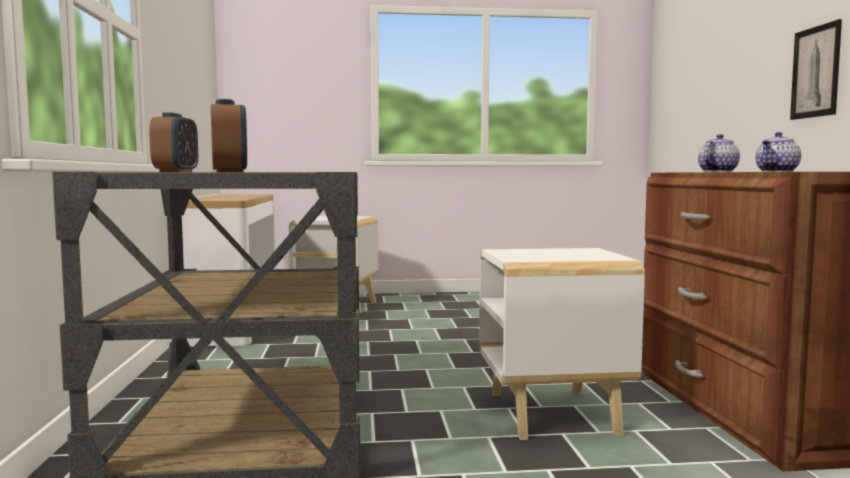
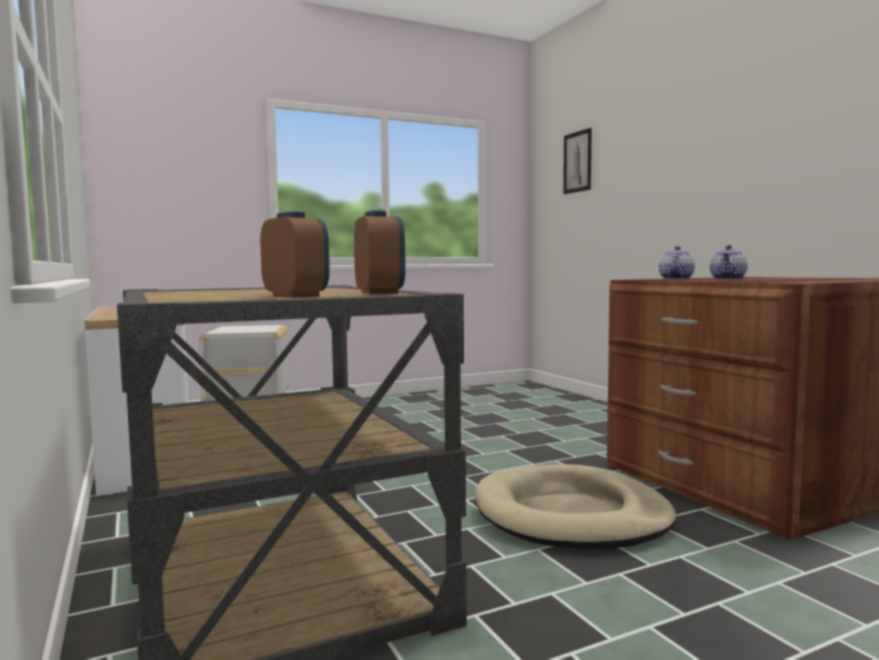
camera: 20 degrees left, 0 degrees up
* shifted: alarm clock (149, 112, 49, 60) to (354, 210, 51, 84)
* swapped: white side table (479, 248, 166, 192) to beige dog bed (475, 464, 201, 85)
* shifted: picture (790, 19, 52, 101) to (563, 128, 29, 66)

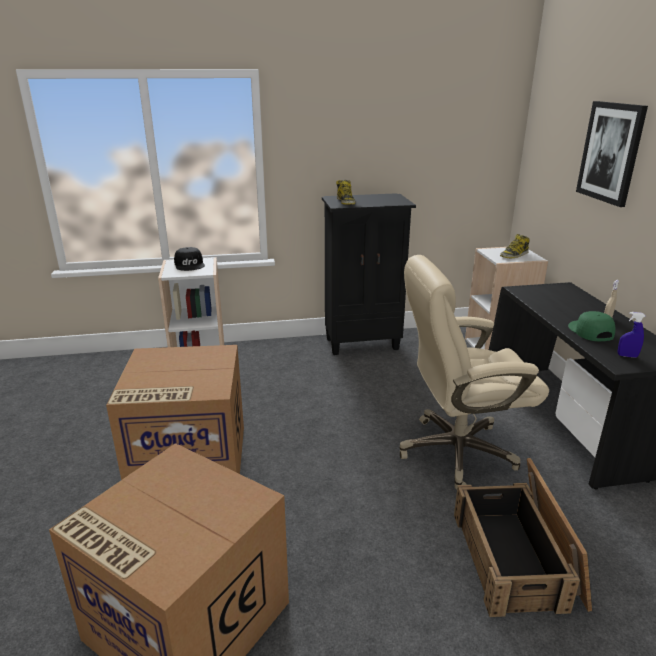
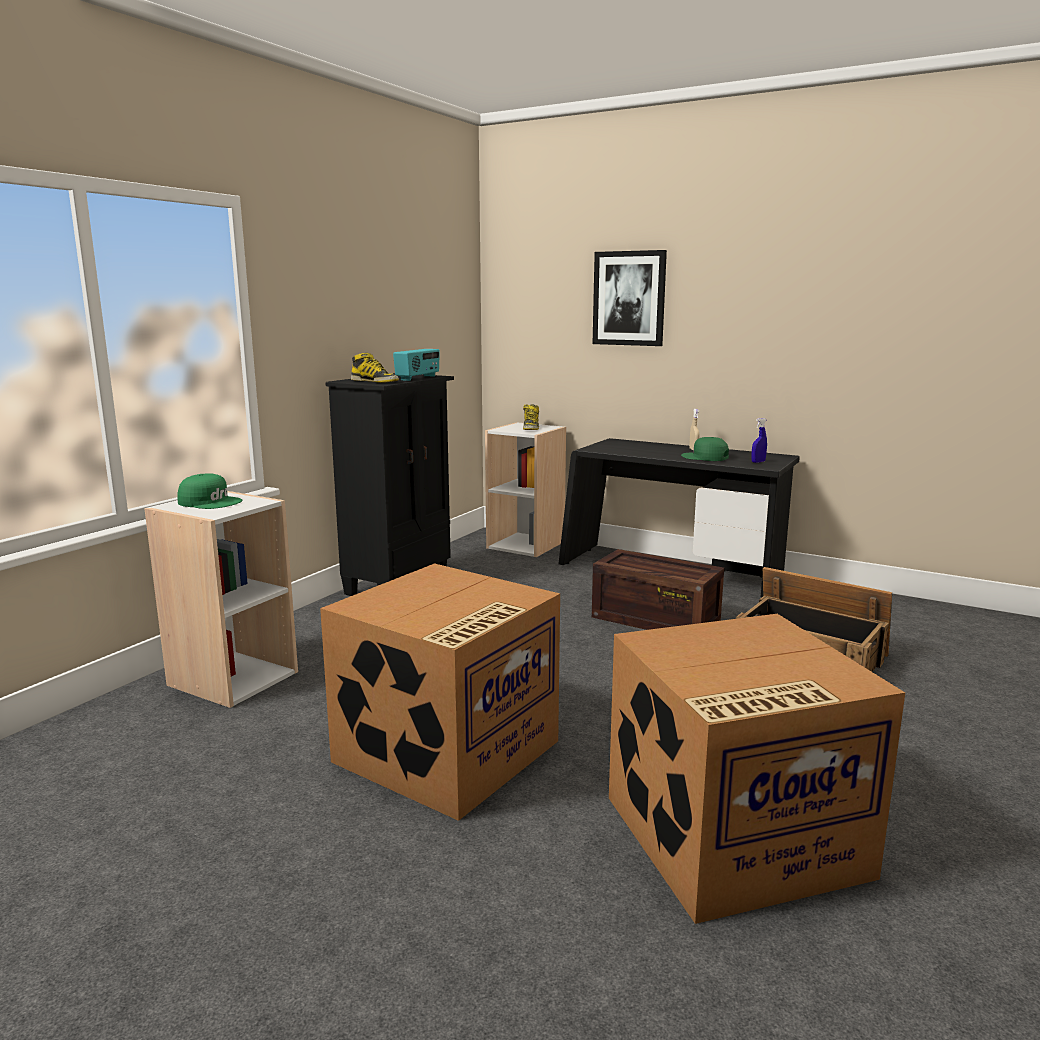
camera: 50 degrees left, 10 degrees down
* repainted: black cap (174, 247, 31, 24) to green cap (177, 473, 66, 36)
* new: radio (393, 349, 47, 32)
* swapped: beige office chair (400, 255, 149, 235) to crate (592, 549, 132, 81)

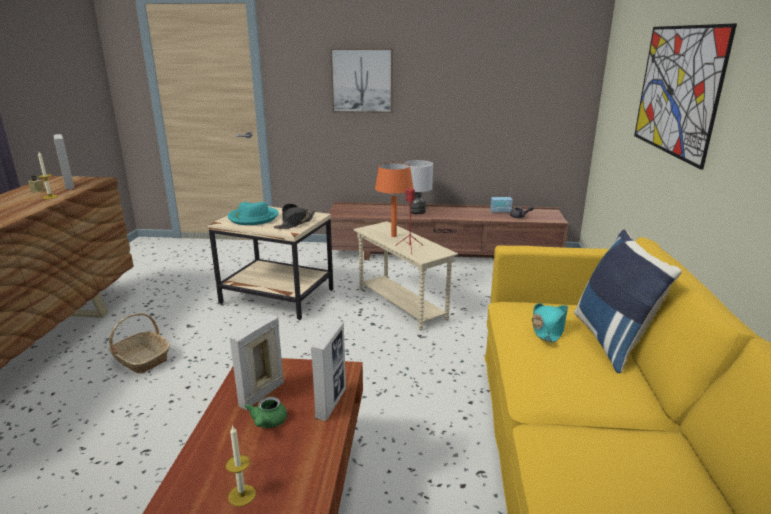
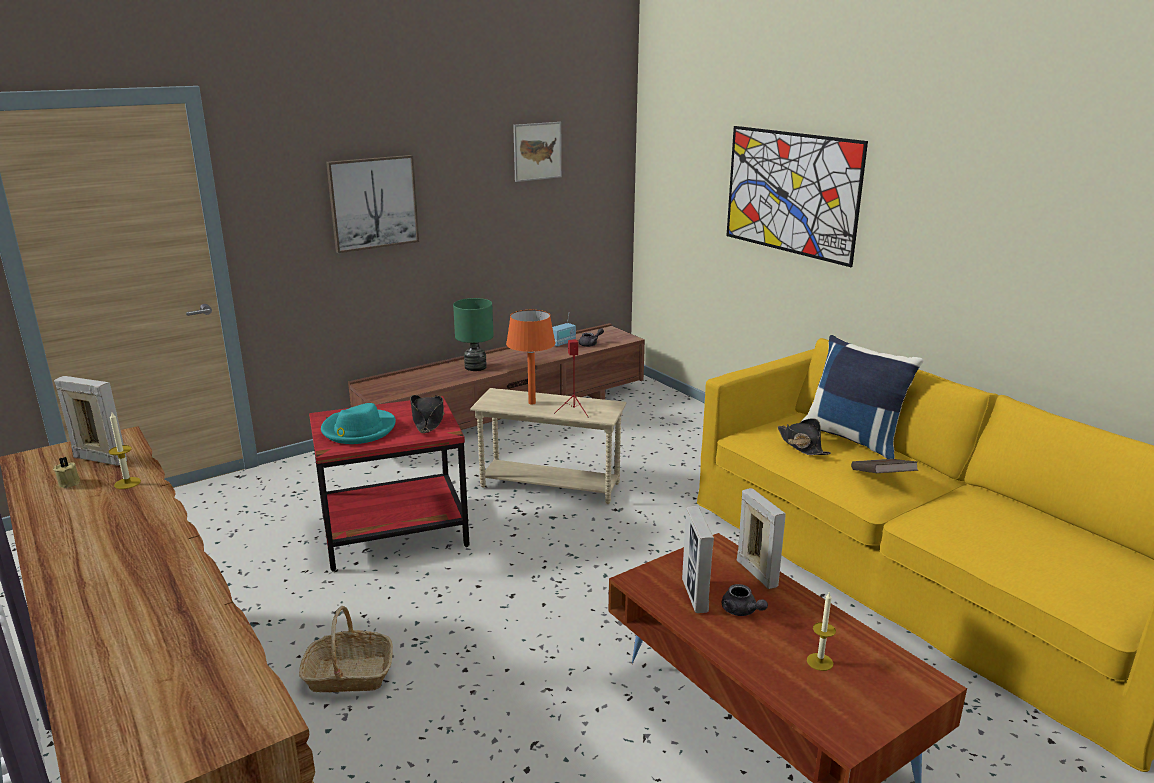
camera: 40 degrees left, 0 degrees up
* repainted: beige side table (208, 206, 125, 114) to red side table (309, 396, 161, 175)
* repainted: grey table lamp (405, 160, 28, 54) to green table lamp (453, 298, 41, 73)
* new: picture (513, 122, 49, 60)
* repainted: green teapot (244, 397, 43, 31) to grey teapot (722, 584, 46, 32)
* repainted: turquoise hat (532, 303, 36, 40) to black hat (778, 418, 53, 37)
* new: brown book (851, 459, 68, 14)

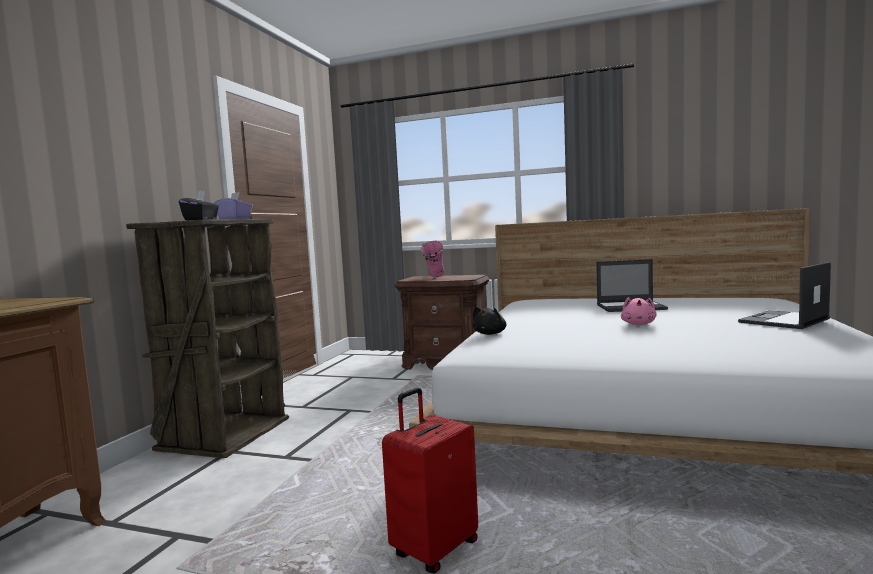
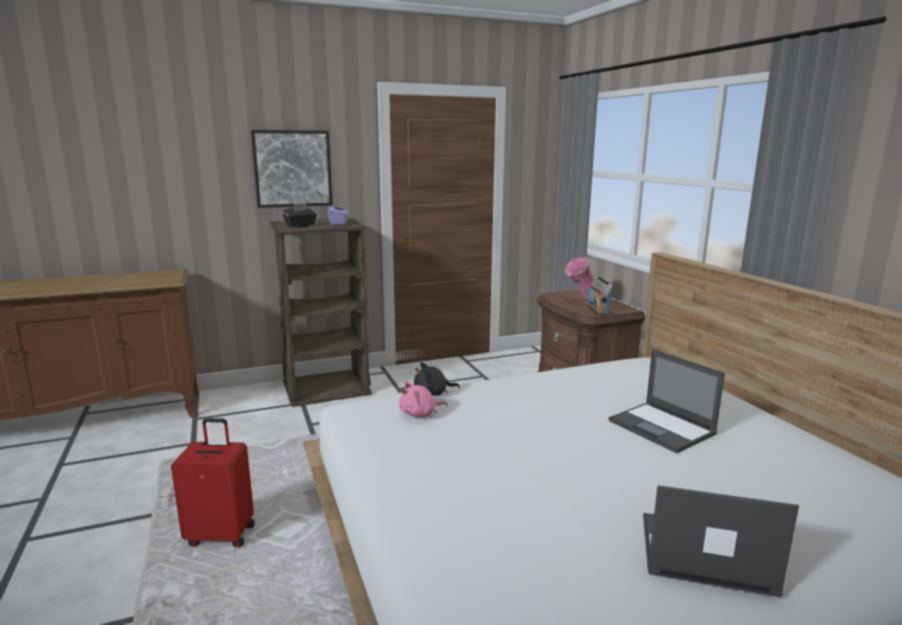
camera: 50 degrees right, 10 degrees up
* new: picture (251, 130, 82, 78)
* shifted: pink plush toy (621, 297, 36, 28) to (399, 381, 49, 36)
* new: radio (587, 276, 26, 39)

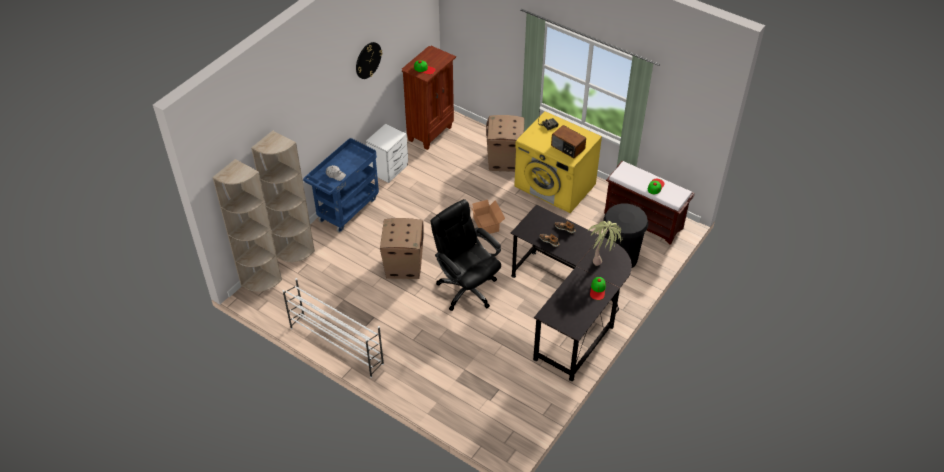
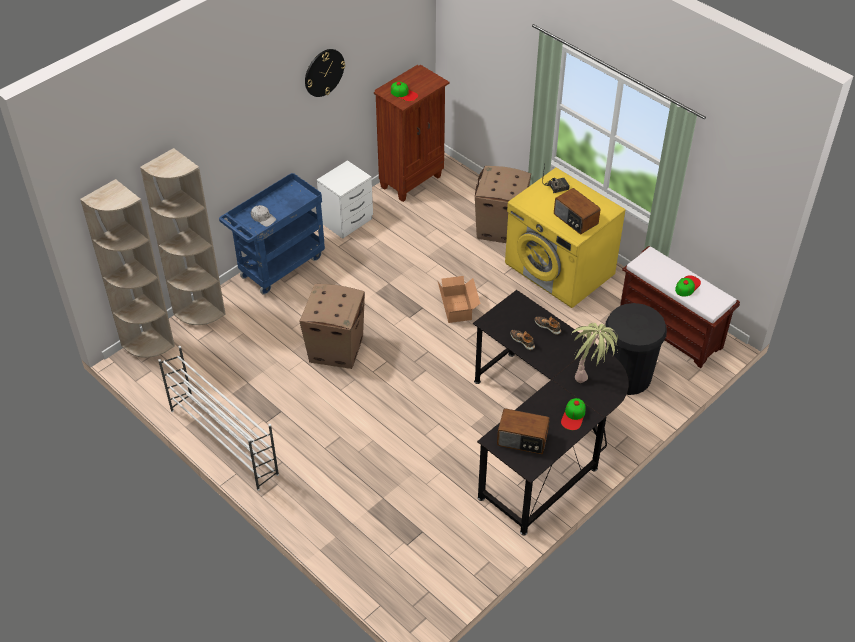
camera: 10 degrees right, 0 degrees up
* new: radio (497, 408, 53, 46)
* gone: black office chair (430, 199, 71, 112)

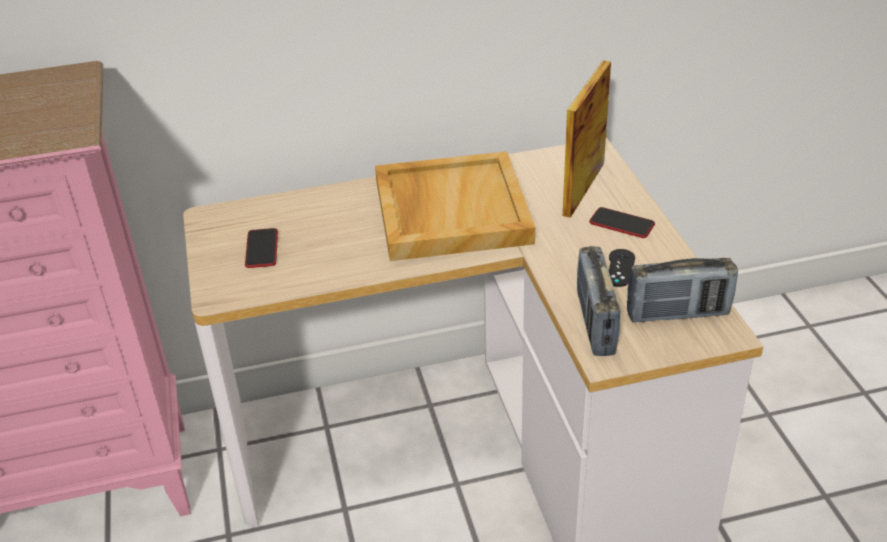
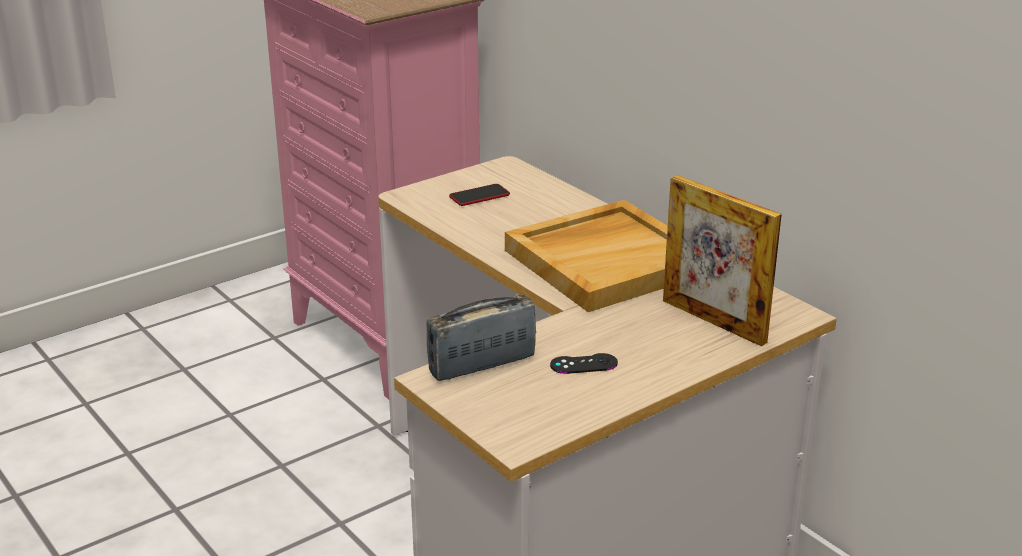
camera: 65 degrees right, 10 degrees down
* rotated: picture frame (563, 60, 48, 158) = (663, 175, 119, 171) 135 degrees counterclockwise
* gone: phone (589, 207, 66, 31)
* gone: radio (627, 258, 111, 65)

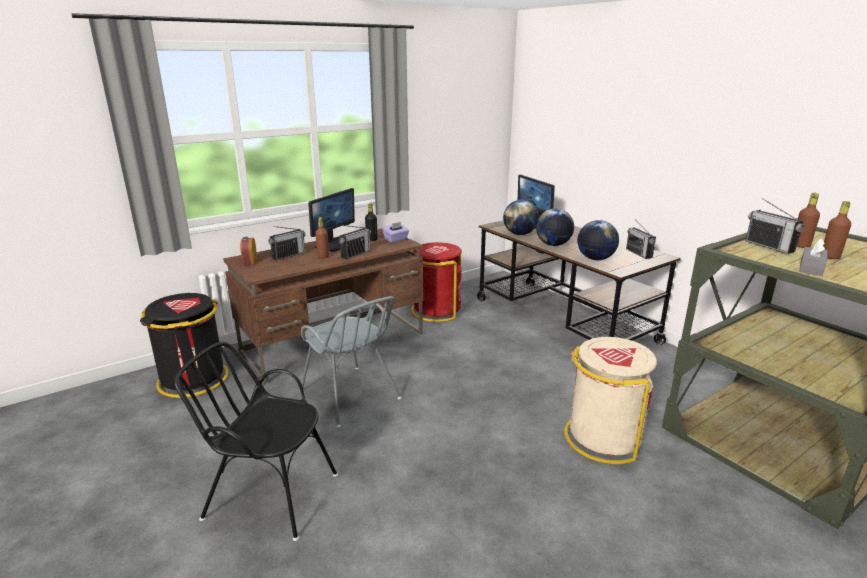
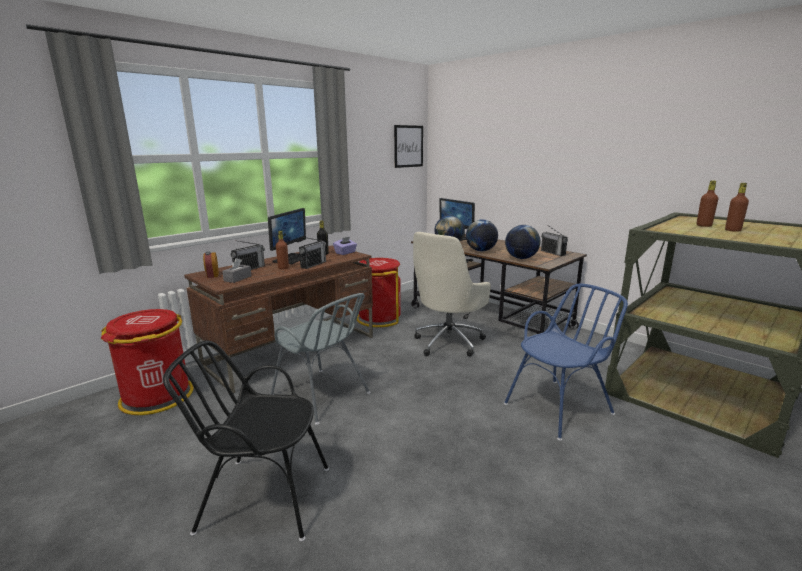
camera: 10 degrees left, 5 degrees down
* repainted: black trash can (140, 293, 88, 105) to red trash can (101, 309, 93, 106)
* shifted: grey tissue box (799, 239, 29, 37) to (222, 258, 30, 25)
* new: picture (394, 125, 29, 43)
* new: beige office chair (413, 232, 78, 124)
* swapped: beige trash can (564, 337, 93, 127) to blue chair (504, 284, 124, 157)
* gone: radio (746, 198, 58, 56)

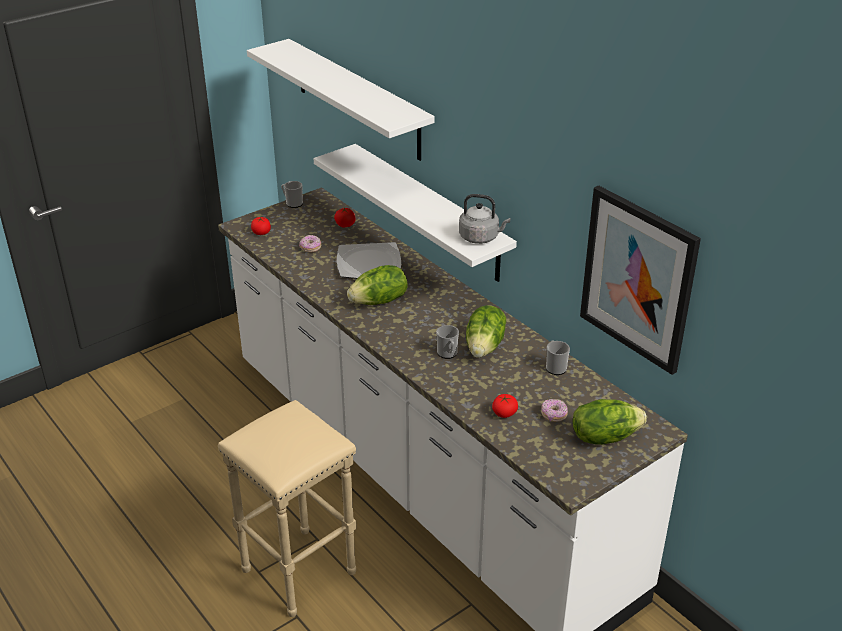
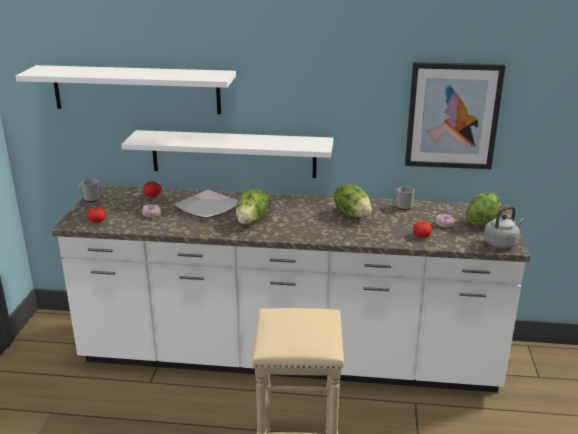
camera: 45 degrees left, 10 degrees down
* shifted: grey kettle (459, 194, 51, 50) to (484, 206, 40, 42)
* gone: mug (436, 325, 23, 34)

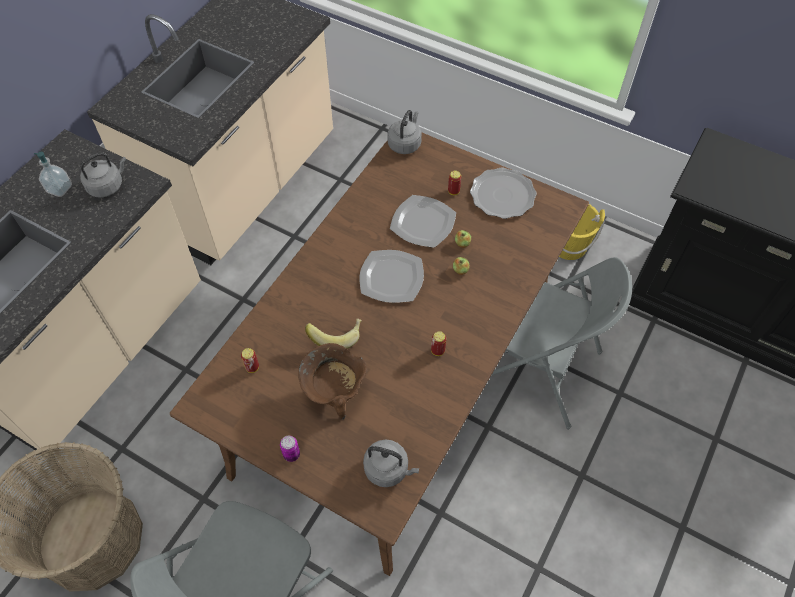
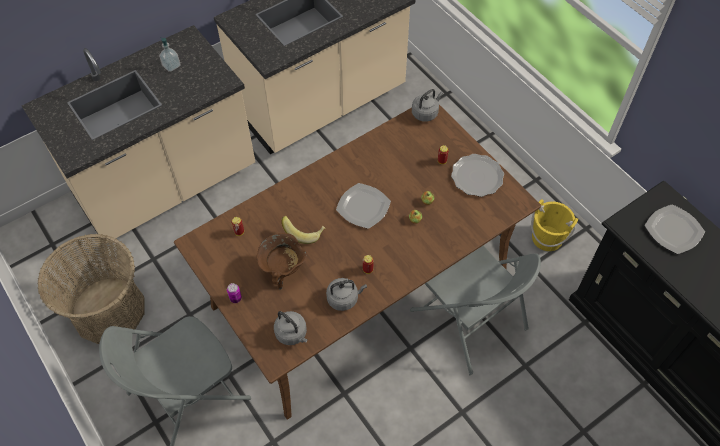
camera: 25 degrees right, 0 degrees up
* shifted: grey kettle (80, 152, 46, 46) to (326, 278, 41, 33)
* shifted: plate (390, 195, 66, 53) to (645, 204, 60, 50)

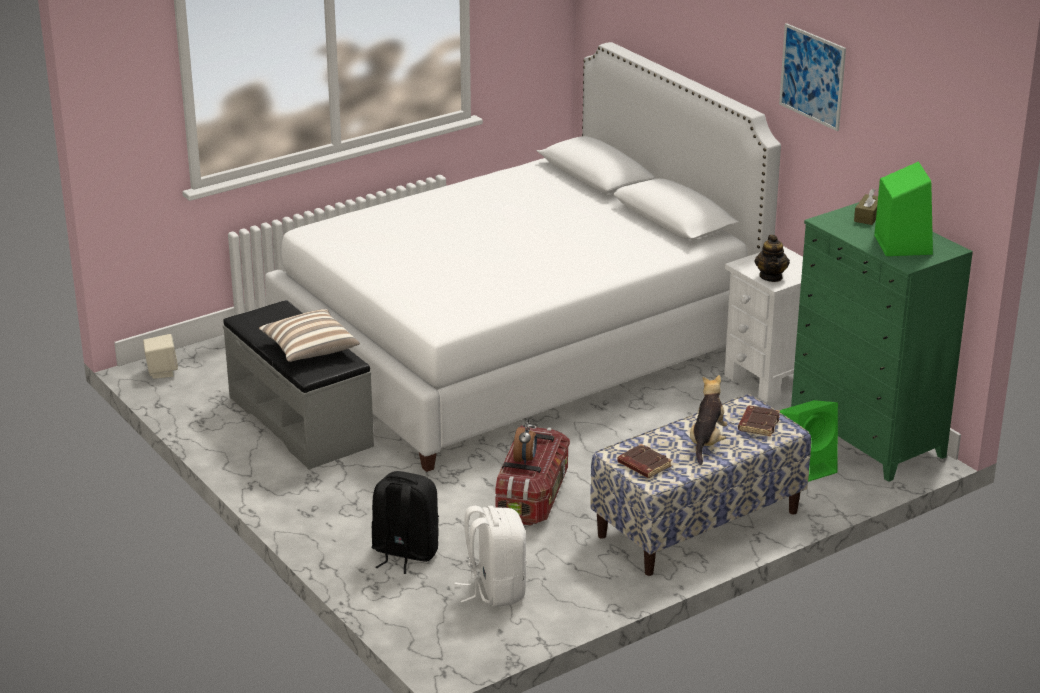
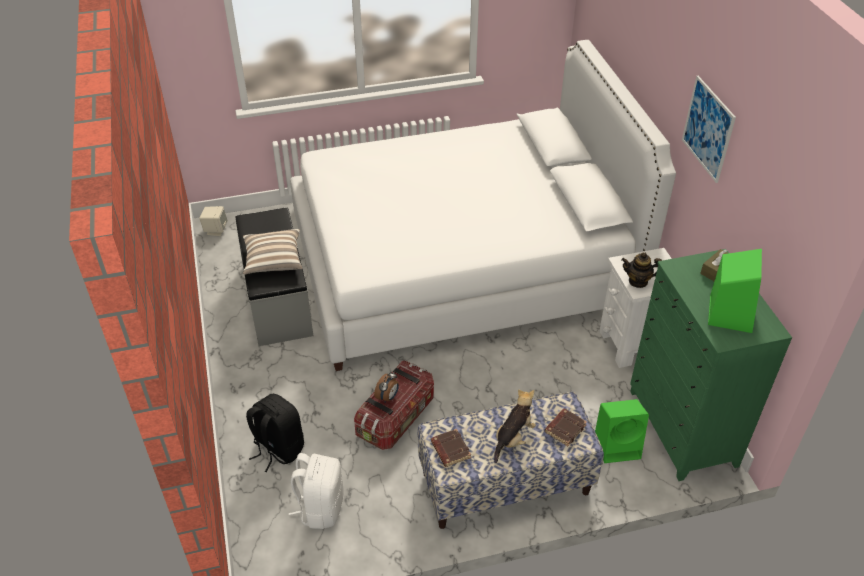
camera: 20 degrees right, 15 degrees up
* rotated: teapot (755, 235, 35, 47) = (621, 252, 41, 36) 75 degrees clockwise

